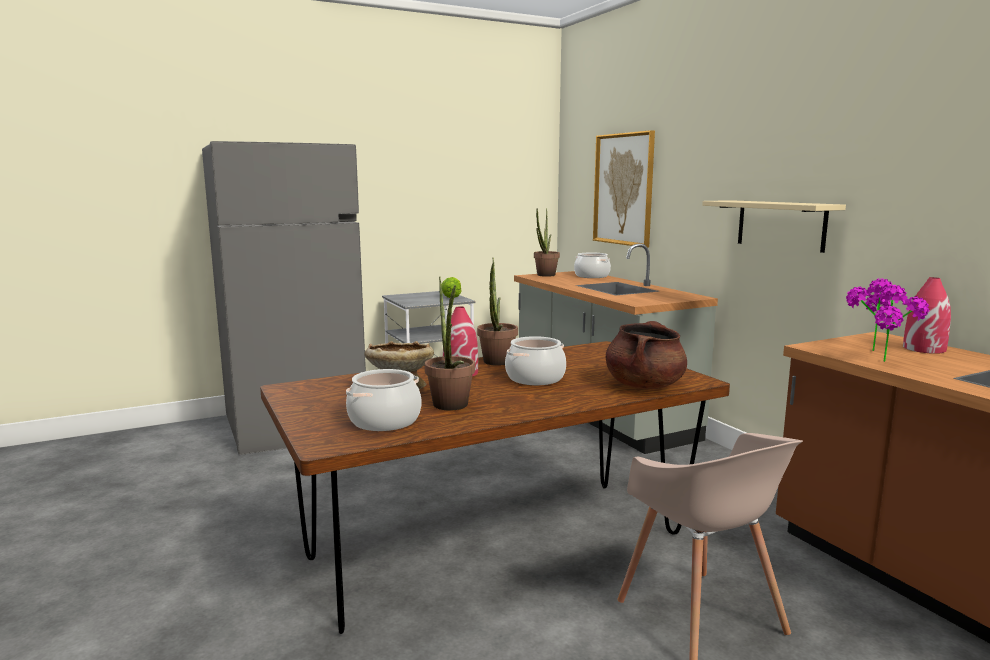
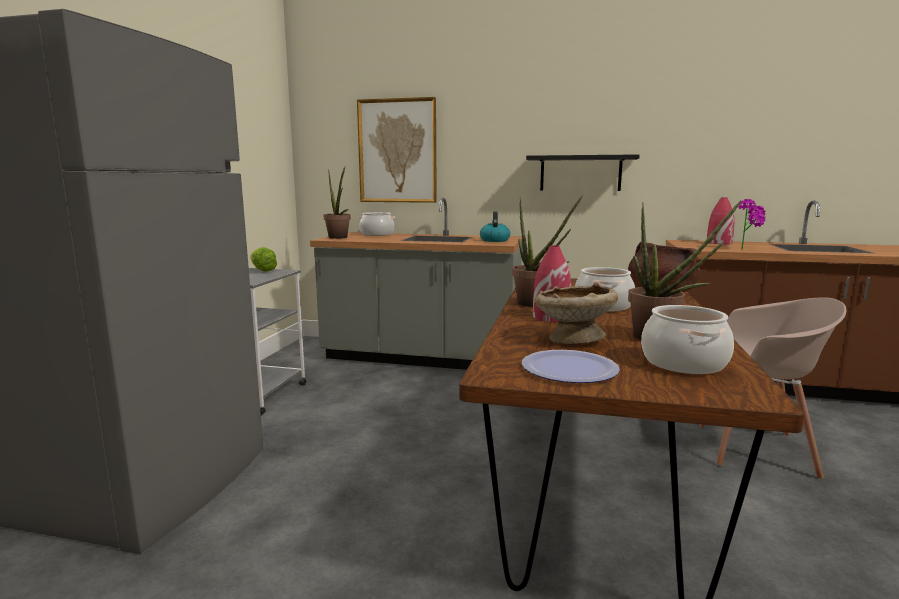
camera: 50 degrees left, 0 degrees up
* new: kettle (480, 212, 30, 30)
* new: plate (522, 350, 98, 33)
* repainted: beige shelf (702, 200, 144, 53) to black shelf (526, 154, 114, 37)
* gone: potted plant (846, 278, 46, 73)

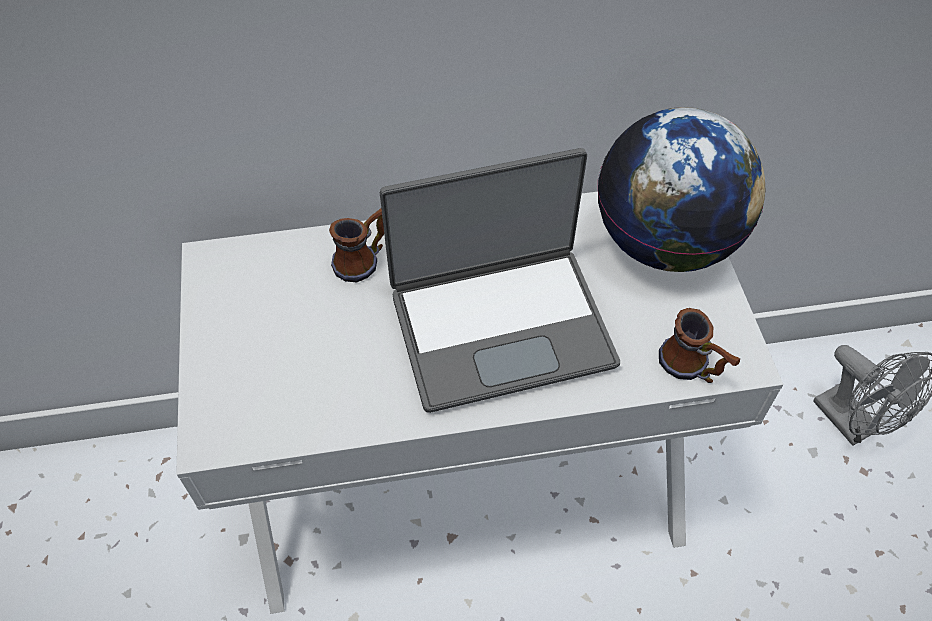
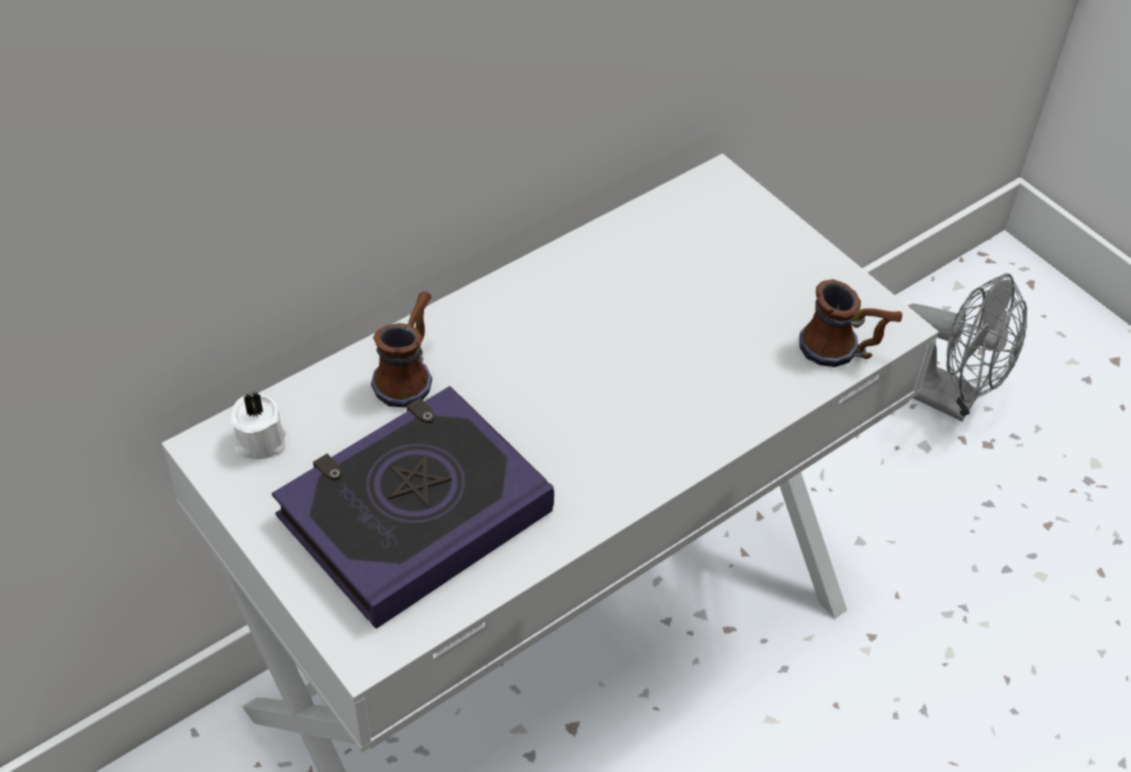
camera: 30 degrees left, 5 degrees down
* new: white candle (230, 391, 56, 68)
* new: book (272, 386, 282, 243)
* gone: laptop (380, 148, 240, 265)
* gone: globe (598, 107, 167, 165)

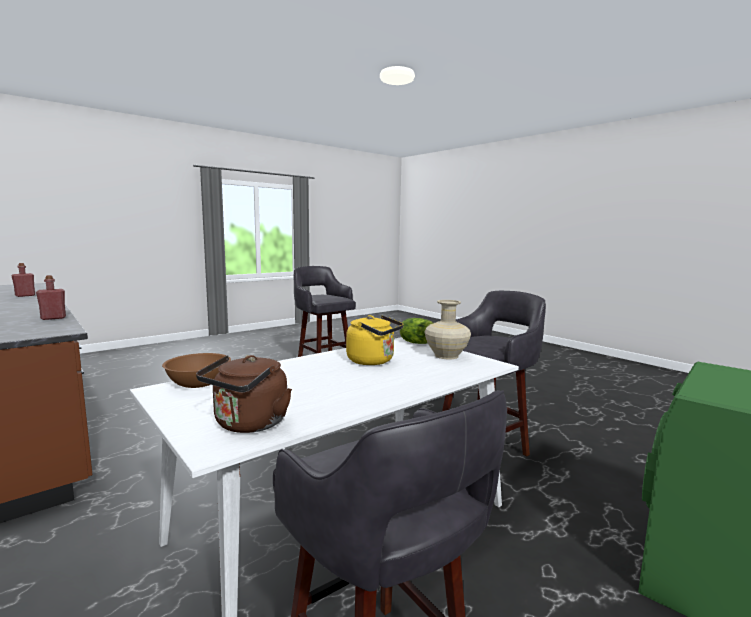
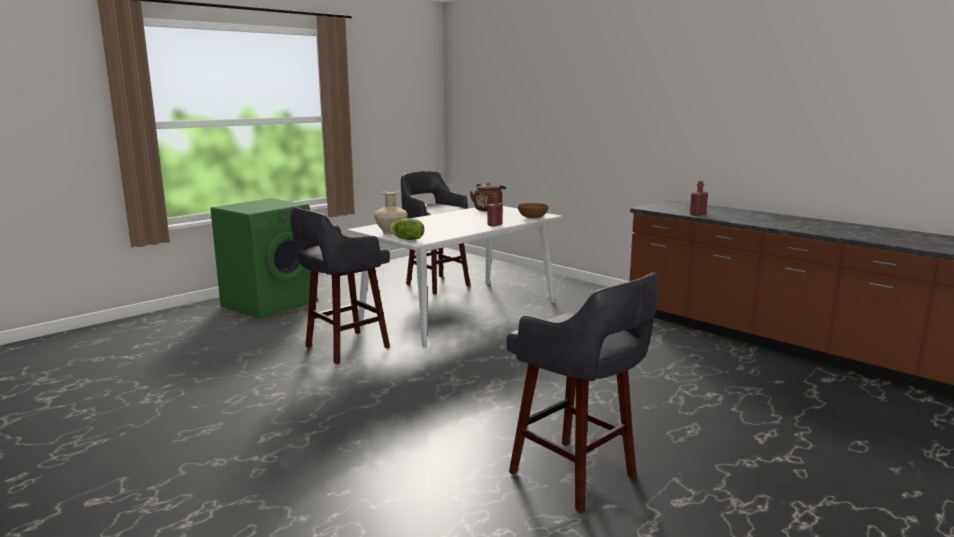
camera: 175 degrees right, 5 degrees up
* shifted: red bottle (12, 263, 23, 34) to (487, 193, 16, 34)
* gone: yellow kettle (346, 315, 58, 50)

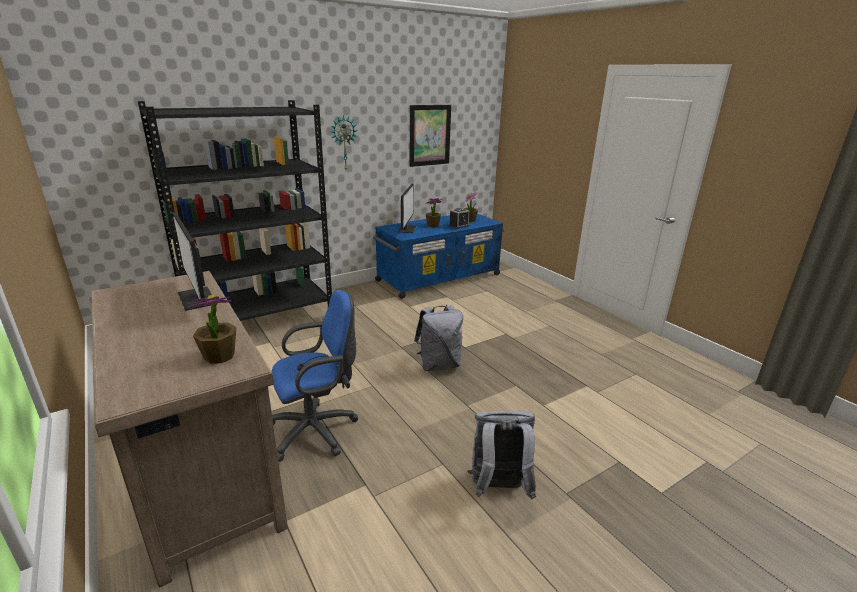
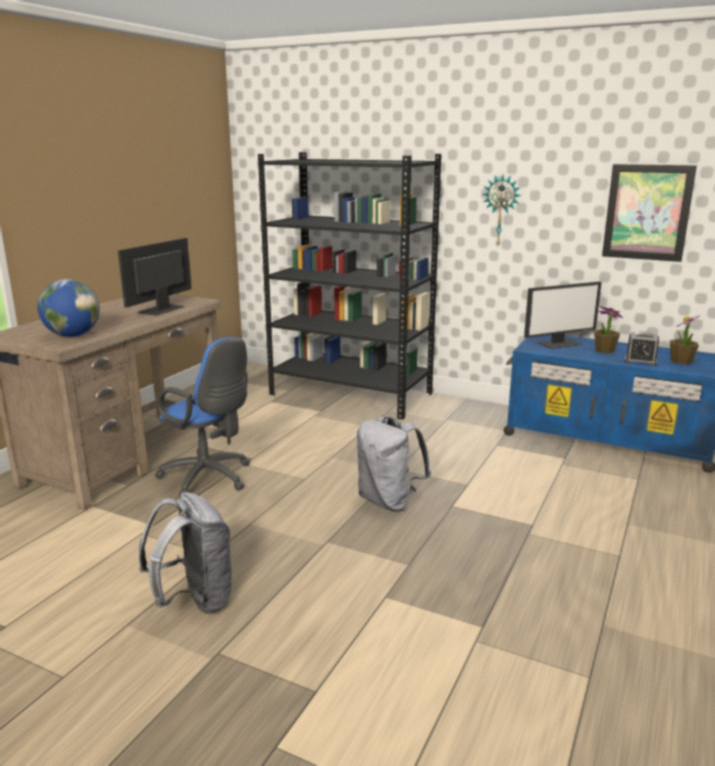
camera: 60 degrees right, 5 degrees down
* swapped: potted plant (189, 295, 47, 69) to globe (38, 279, 62, 58)

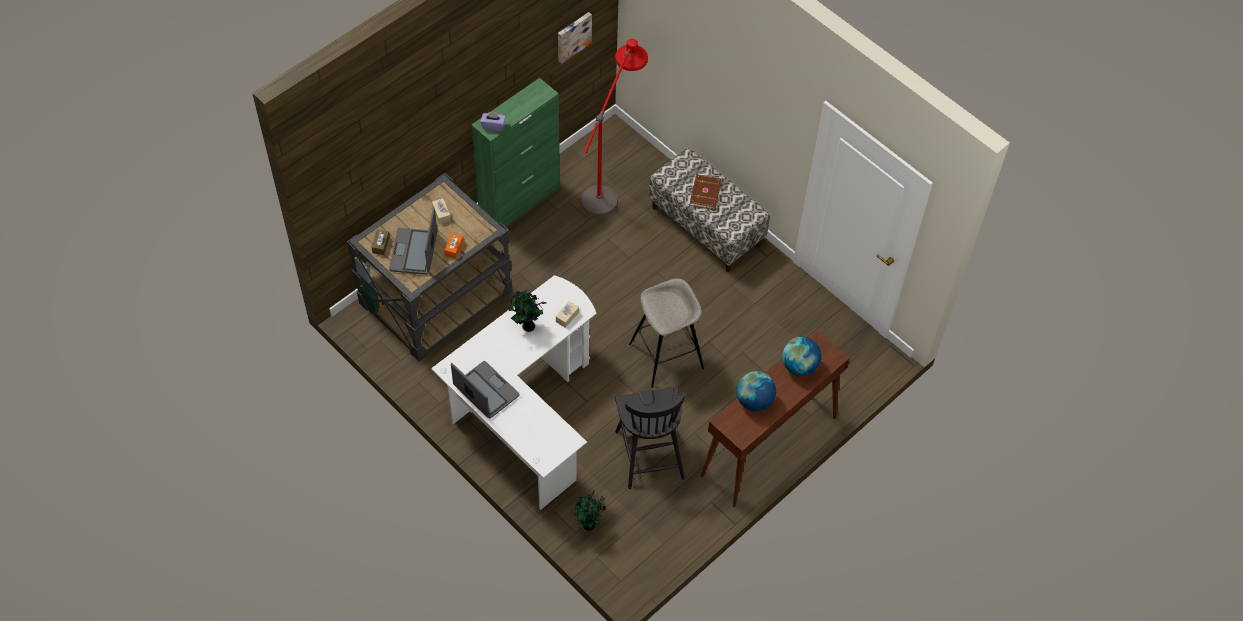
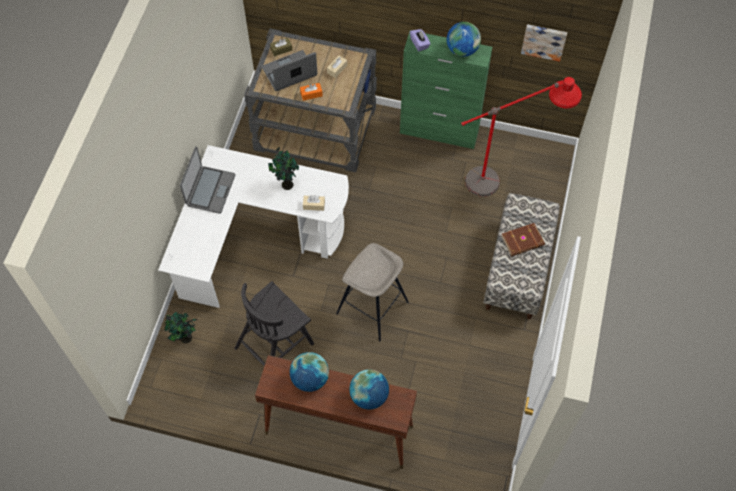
camera: 60 degrees right, 5 degrees up
* new: globe (447, 22, 34, 35)

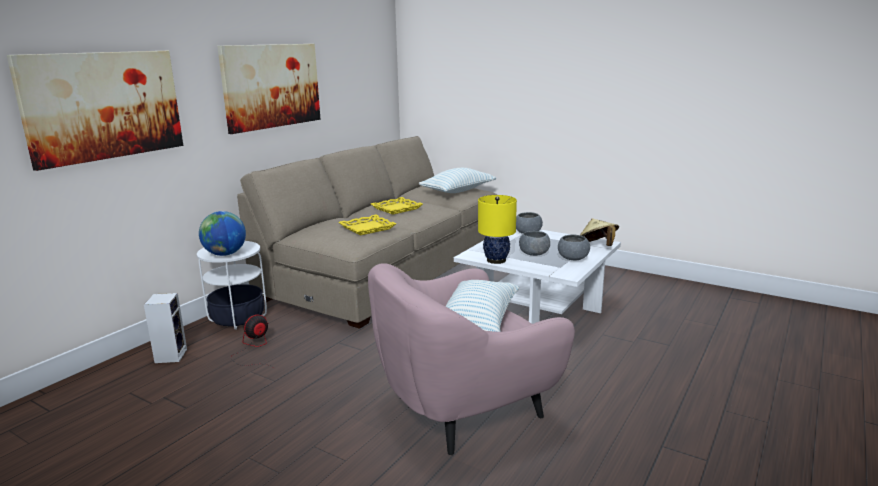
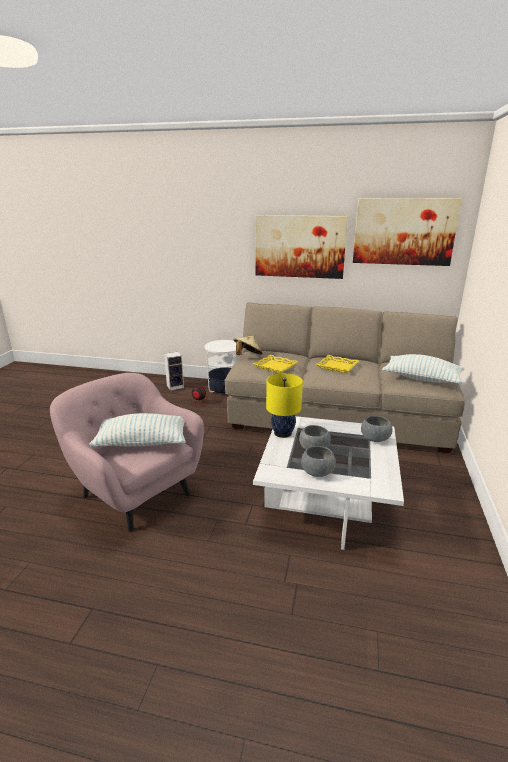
camera: 70 degrees right, 5 degrees up
* shifted: beige hat (580, 218, 39, 28) to (234, 336, 28, 19)
* shifted: picture (7, 51, 176, 120) to (353, 198, 109, 68)
* gone: globe (199, 211, 47, 45)

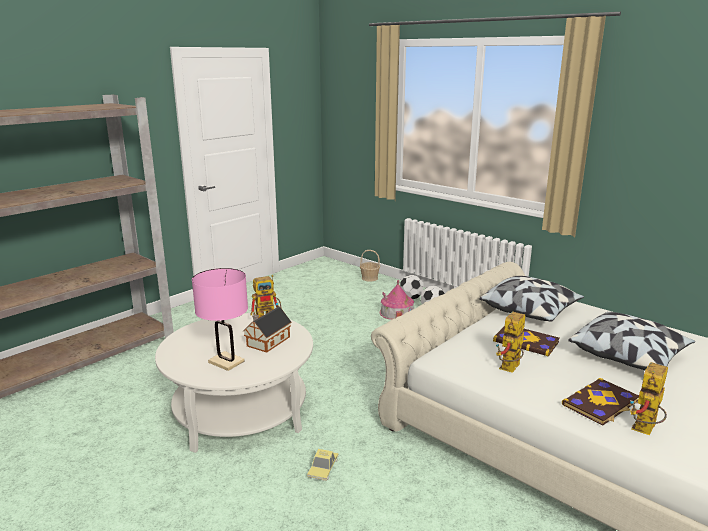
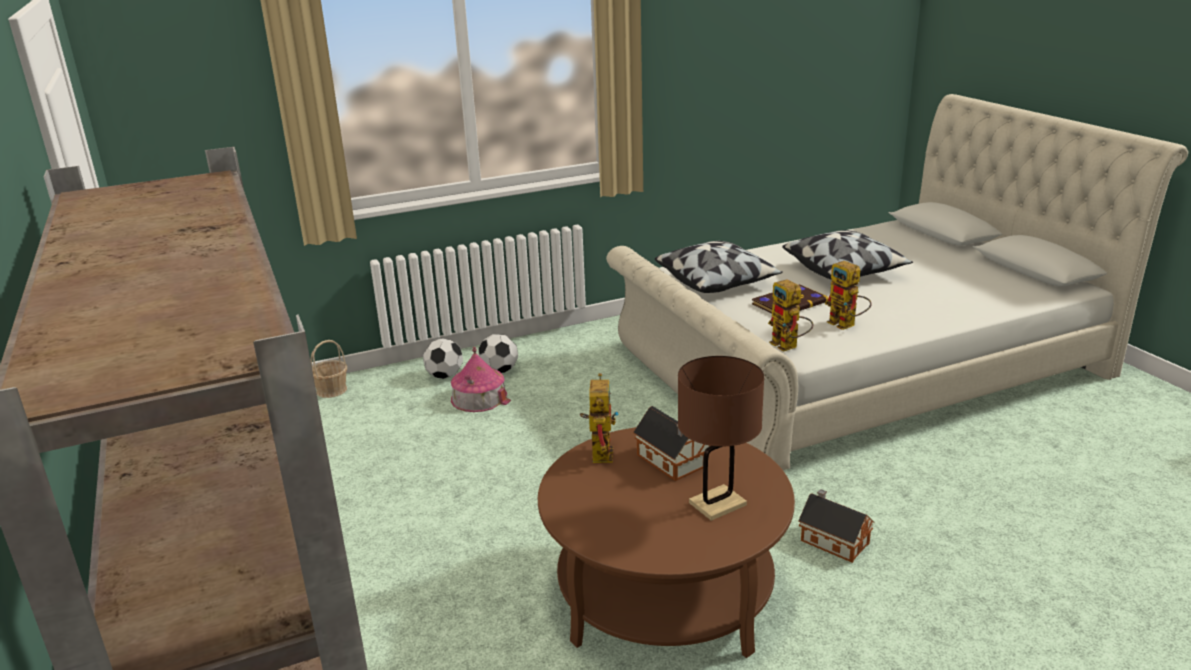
camera: 65 degrees left, 5 degrees up
* repainted: white coffee table (155, 313, 158, 140) to brown coffee table (538, 427, 257, 231)
* repainted: pink table lamp (192, 268, 56, 103) to brown table lamp (678, 356, 86, 165)
* shifted: toy robot (630, 362, 38, 73) to (768, 280, 45, 72)
* swapped: toy car (307, 449, 32, 32) to toy house (798, 489, 76, 74)
* gone: book (562, 378, 77, 48)

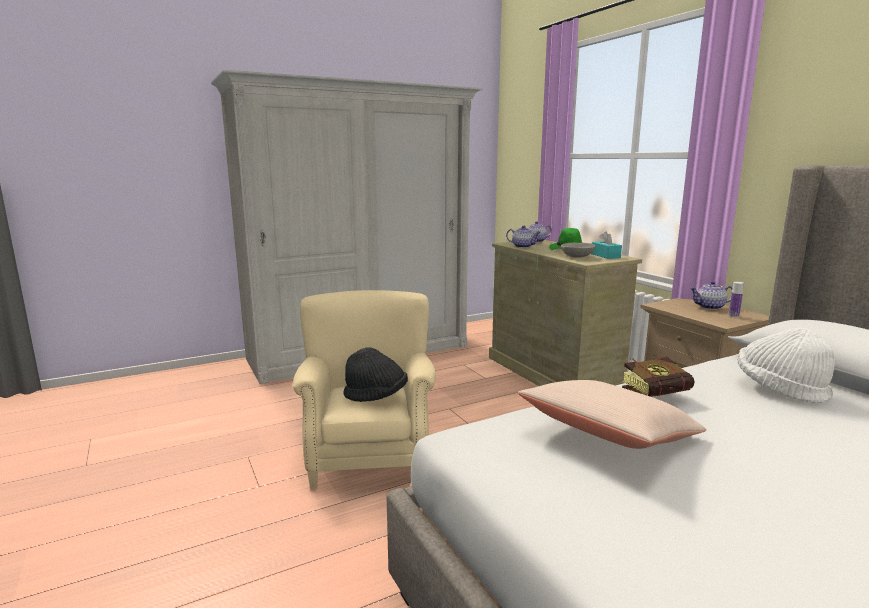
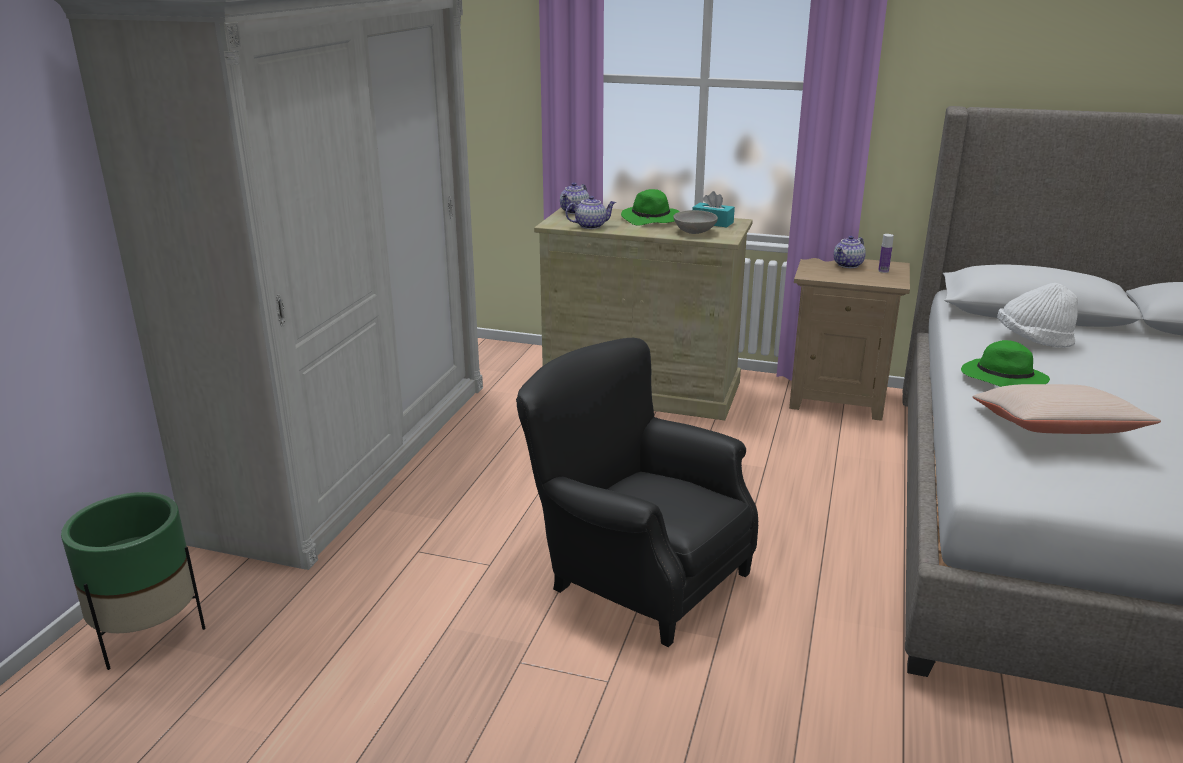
camera: 45 degrees left, 10 degrees up
* new: green planter (61, 492, 144, 178)
* repainted: beige armchair (293, 290, 143, 200) to black armchair (516, 338, 242, 309)
* swapped: book (622, 355, 72, 42) to green hat (961, 340, 89, 47)
* gone: black hat (343, 347, 65, 55)

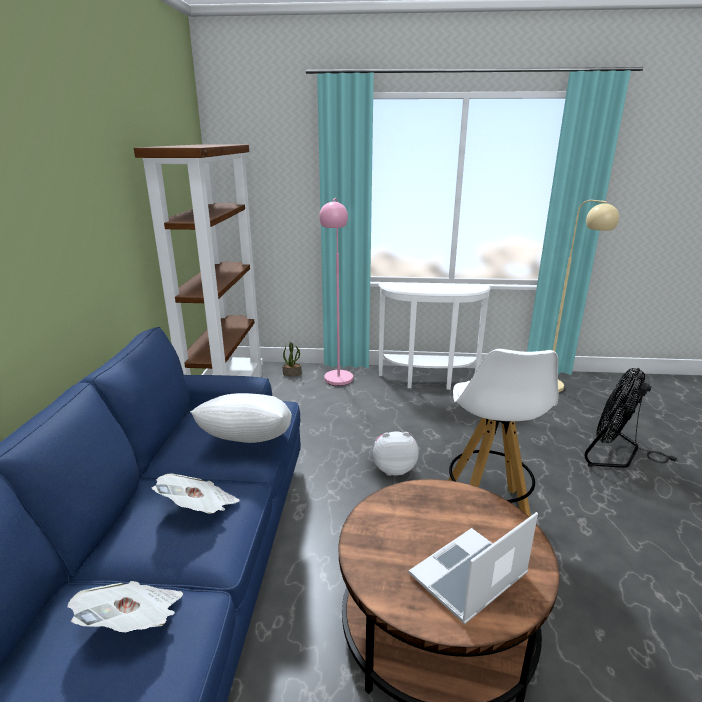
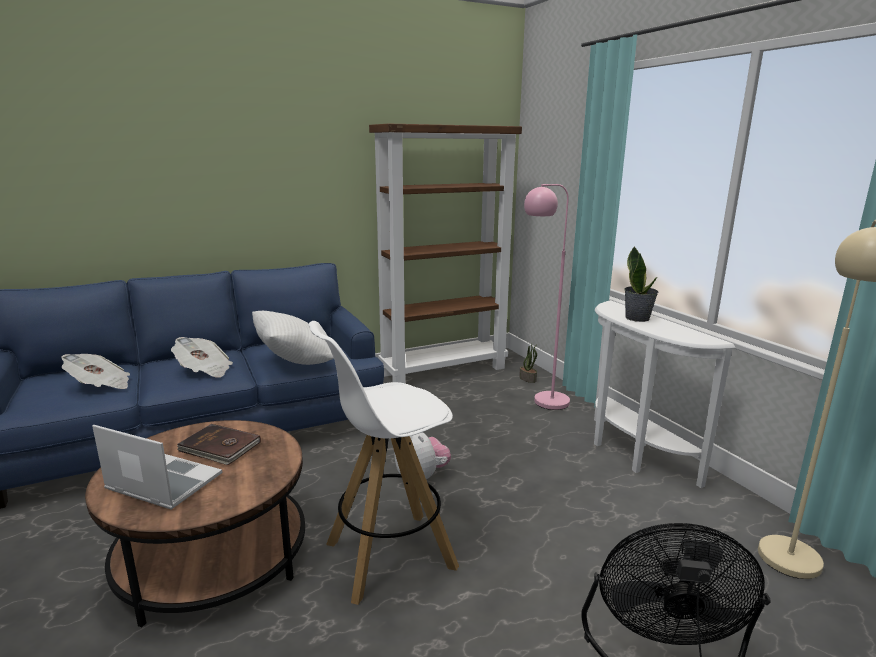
camera: 60 degrees right, 5 degrees down
* new: brown book (177, 424, 84, 41)
* new: potted plant (624, 247, 35, 75)

